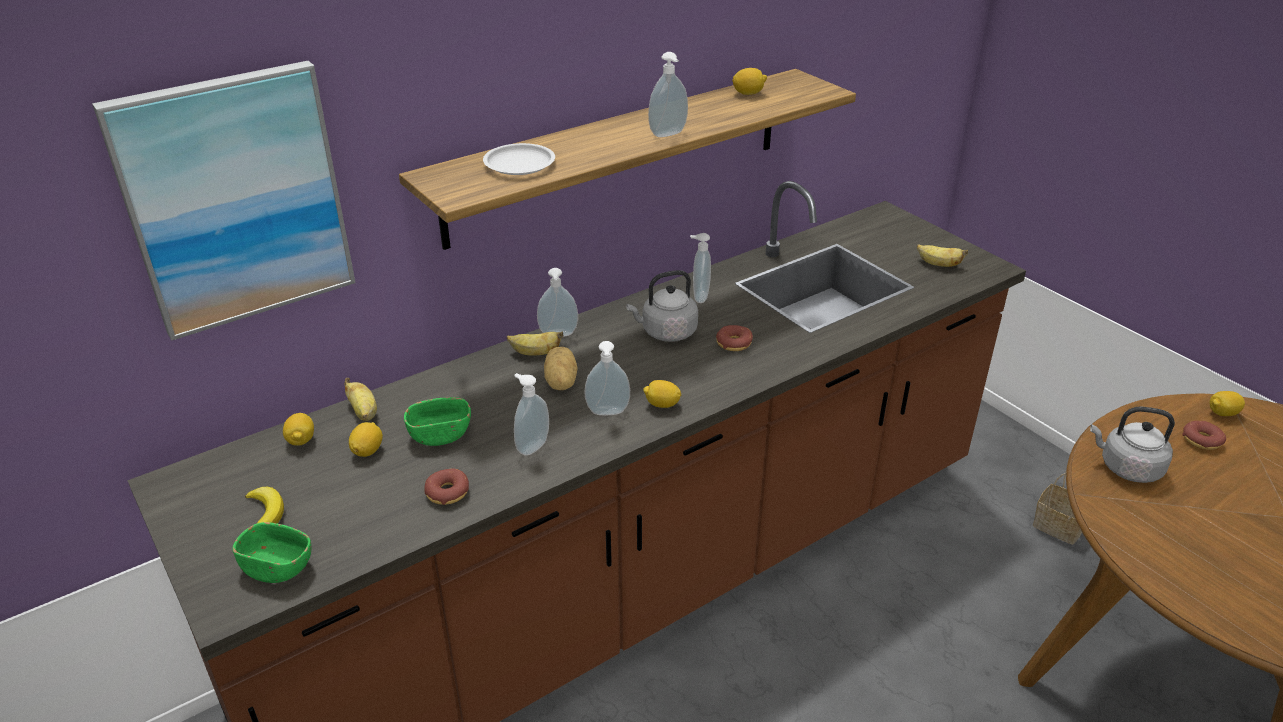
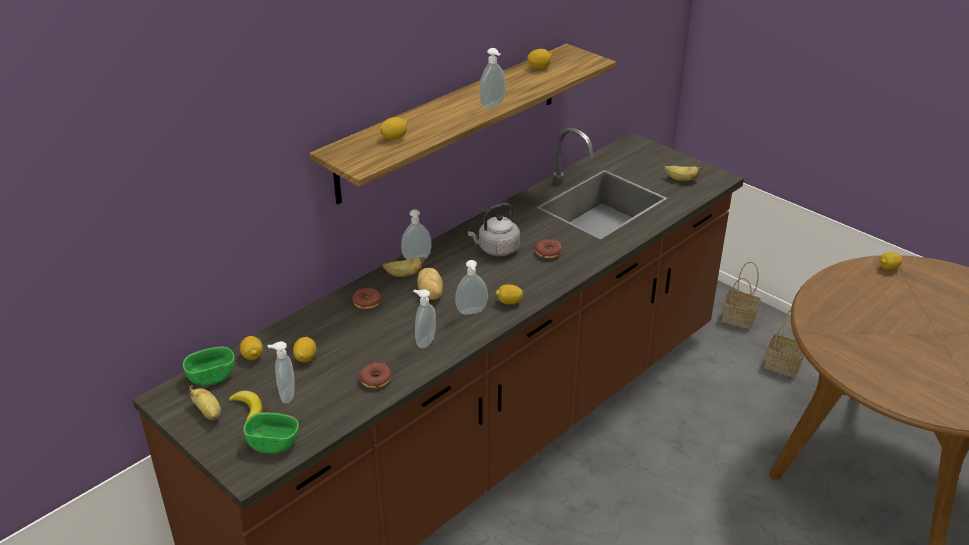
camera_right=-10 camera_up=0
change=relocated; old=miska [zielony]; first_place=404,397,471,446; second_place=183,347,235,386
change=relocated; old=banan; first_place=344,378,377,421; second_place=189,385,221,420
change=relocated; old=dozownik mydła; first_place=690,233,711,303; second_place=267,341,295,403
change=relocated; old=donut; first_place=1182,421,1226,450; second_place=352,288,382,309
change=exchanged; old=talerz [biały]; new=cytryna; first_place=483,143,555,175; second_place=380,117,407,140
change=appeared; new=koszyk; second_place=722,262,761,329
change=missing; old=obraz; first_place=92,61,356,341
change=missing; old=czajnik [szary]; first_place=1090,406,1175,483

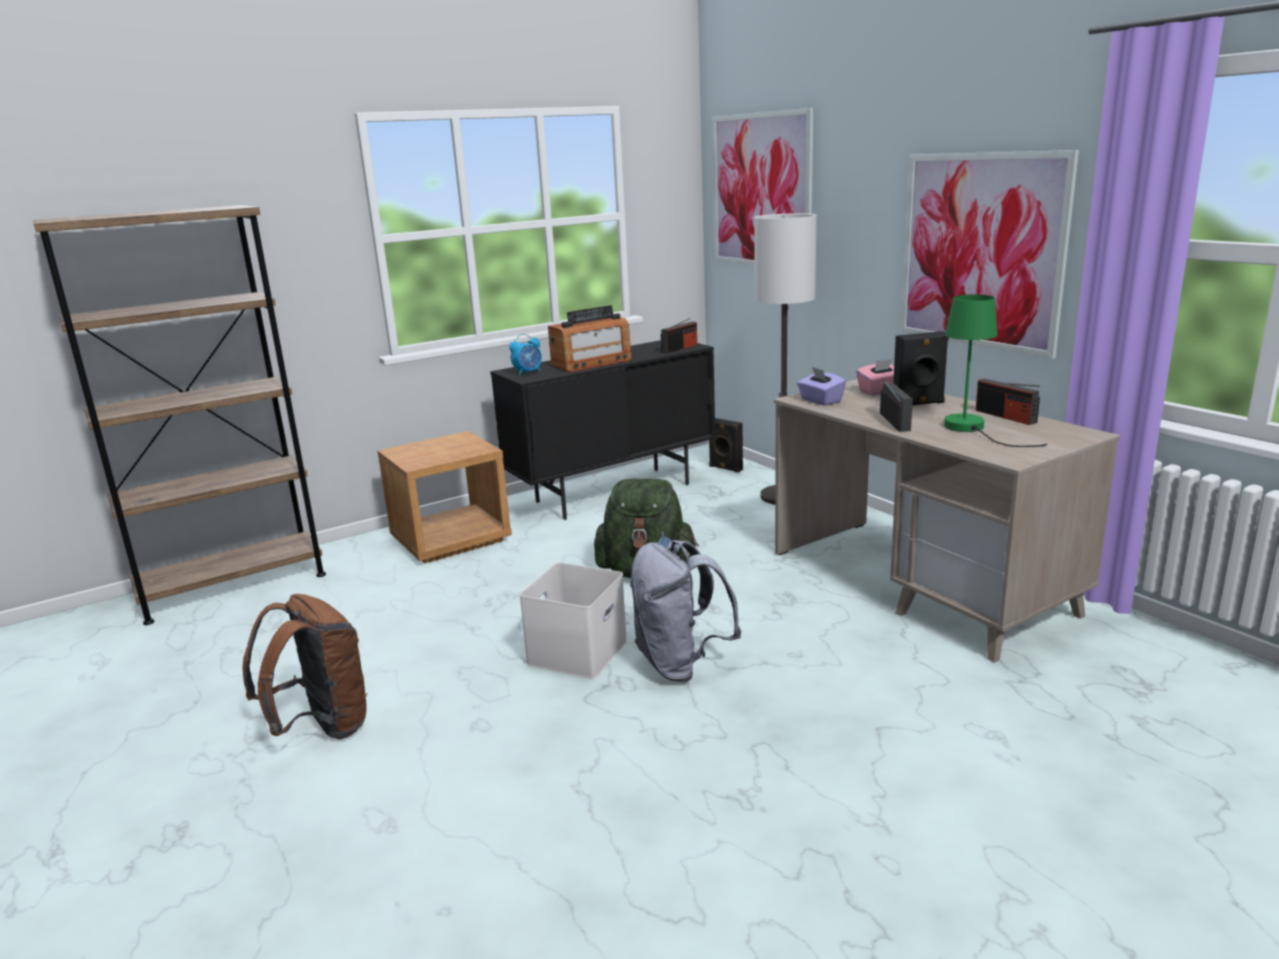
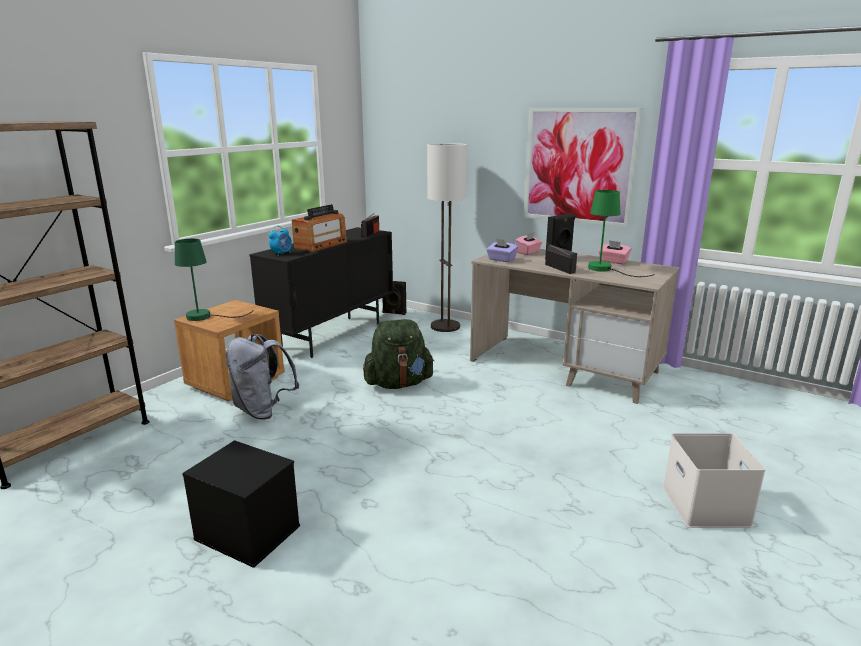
camera_right=-25 camera_up=0
change=appeared; new=lampa stołowa [zielony]; second_place=175,239,254,321
change=exchanged; old=plecak [brązowy]; new=pojemnik do przechowywania [czarny]; first_place=243,594,368,739; second_place=182,440,300,568
change=relocated; old=plecak [szary]; first_place=630,540,741,682; second_place=226,334,299,419
change=exchanged; old=radio; new=pudełko chusteczek [różowy]; first_place=975,378,1040,425; second_place=599,240,631,264
change=relocated; old=pojemnik do przechowywania [biały]; first_place=519,562,627,679; second_place=663,433,766,528
change=missing; old=obraz; first_place=712,108,814,266

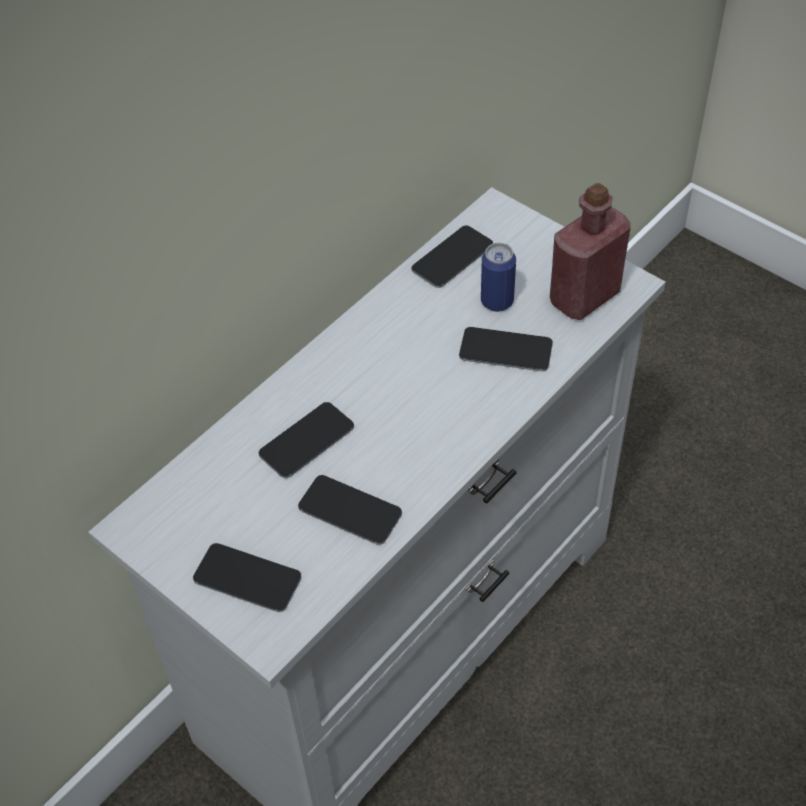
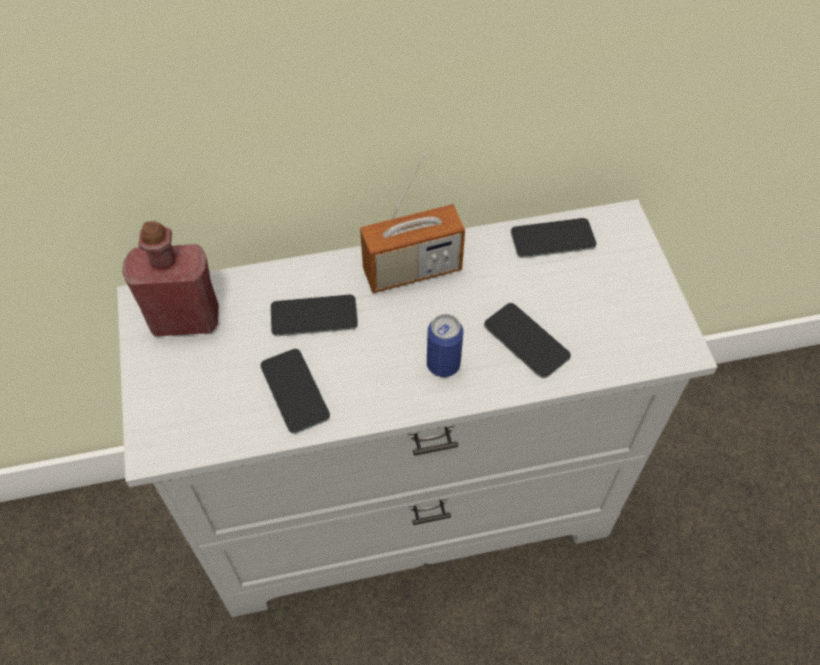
camera_right=35 camera_up=5
change=relocated; old=butelka [czerwony]; first_place=550,183,631,320; second_place=122,221,219,337
change=appeared; new=radio; second_place=360,154,465,293
change=relocated; old=puszka; first_place=481,243,516,312; second_place=427,314,463,377
change=missing; old=telefon; first_place=193,543,301,612

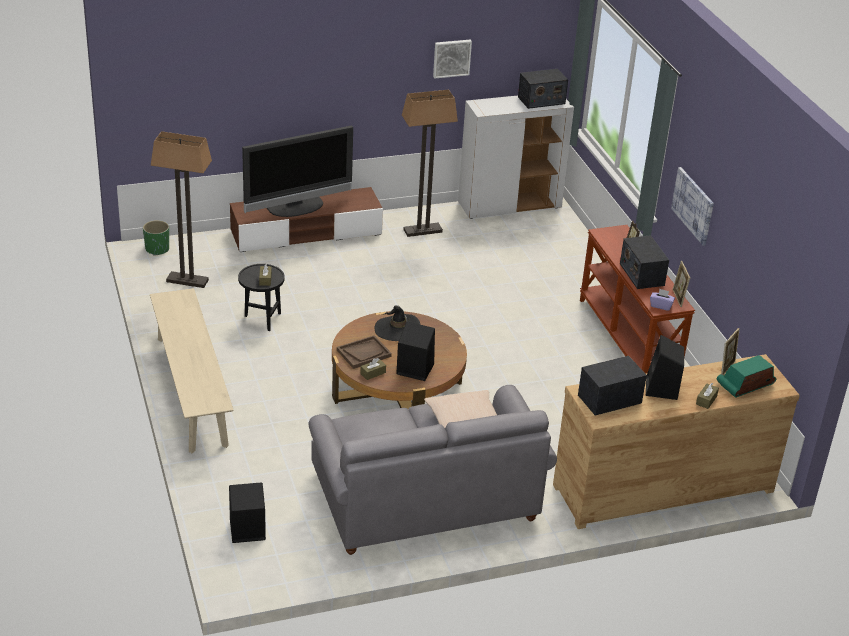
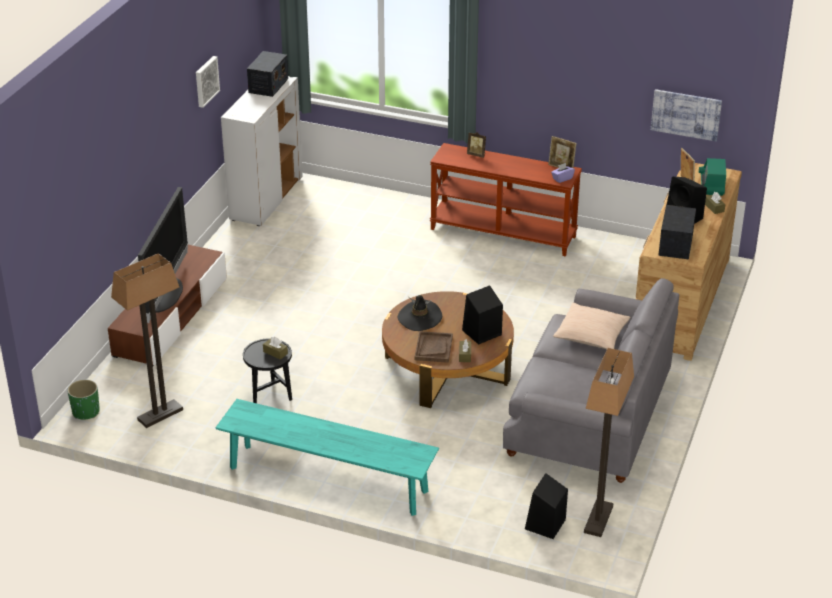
camera_right=-50 camera_up=0
change=colour; old=ławka [beżowy]; new=ławka [turkusowy]; first_place=150,288,233,453; second_place=215,399,439,516
change=relocated; old=lampa stojąca; first_place=402,90,458,237; second_place=584,348,634,537
change=relocated; old=obraz; first_place=671,167,714,246; second_place=651,89,722,141
change=missing; old=radio; first_place=620,235,669,289

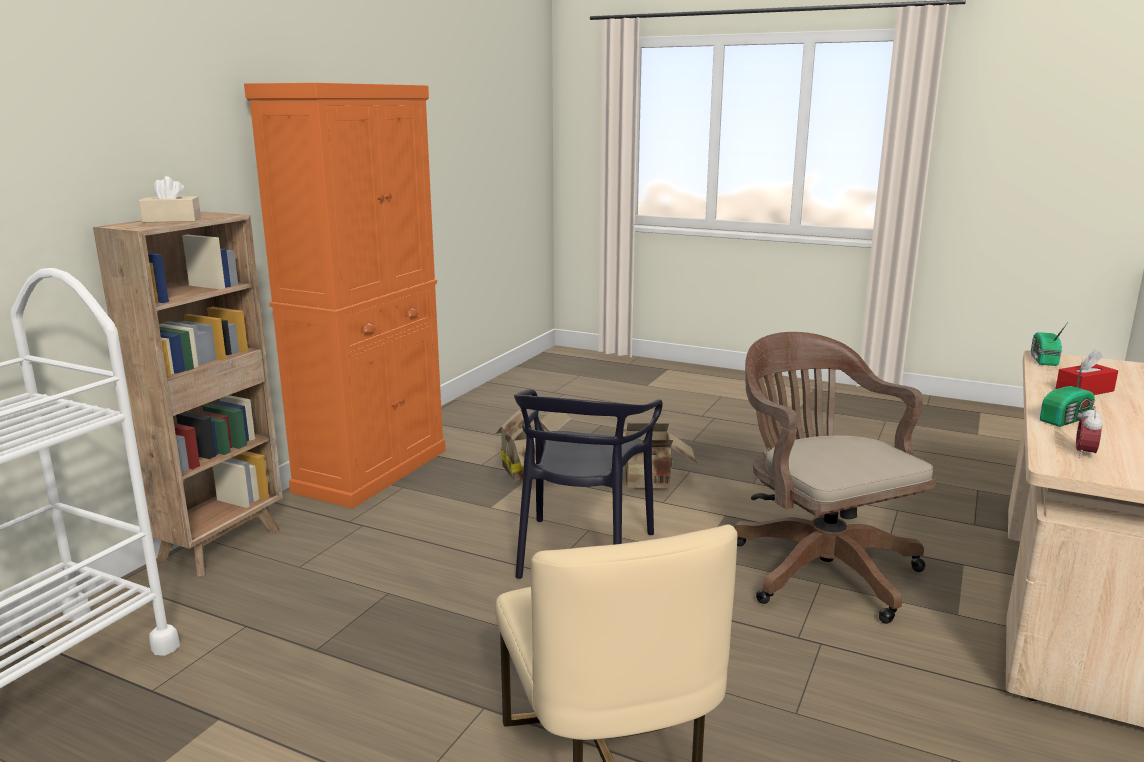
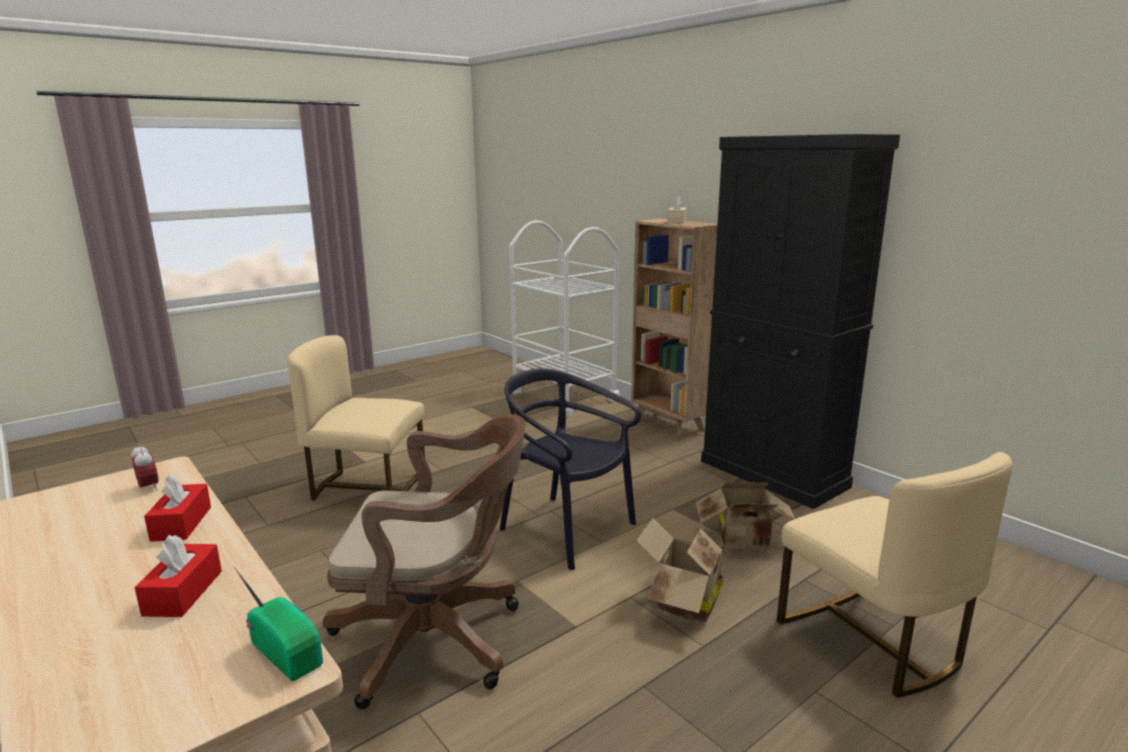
camera_right=115 camera_up=0
change=exchanged; old=radio; new=pudełko chusteczek [czerwony]; first_place=1040,358,1095,427; second_place=144,473,211,542
change=colour; old=szafka [pomarańczowy]; new=szafka [czarny]; first_place=244,83,446,509; second_place=701,134,900,509
change=appeared; new=krzesło [beżowy]; second_place=777,452,1013,698

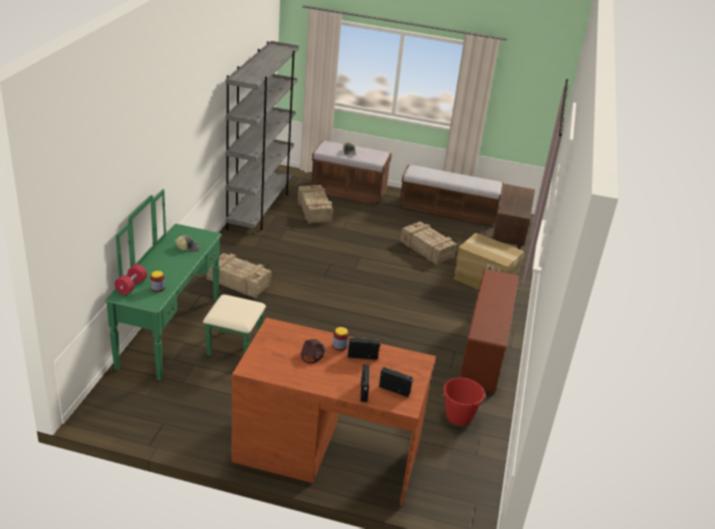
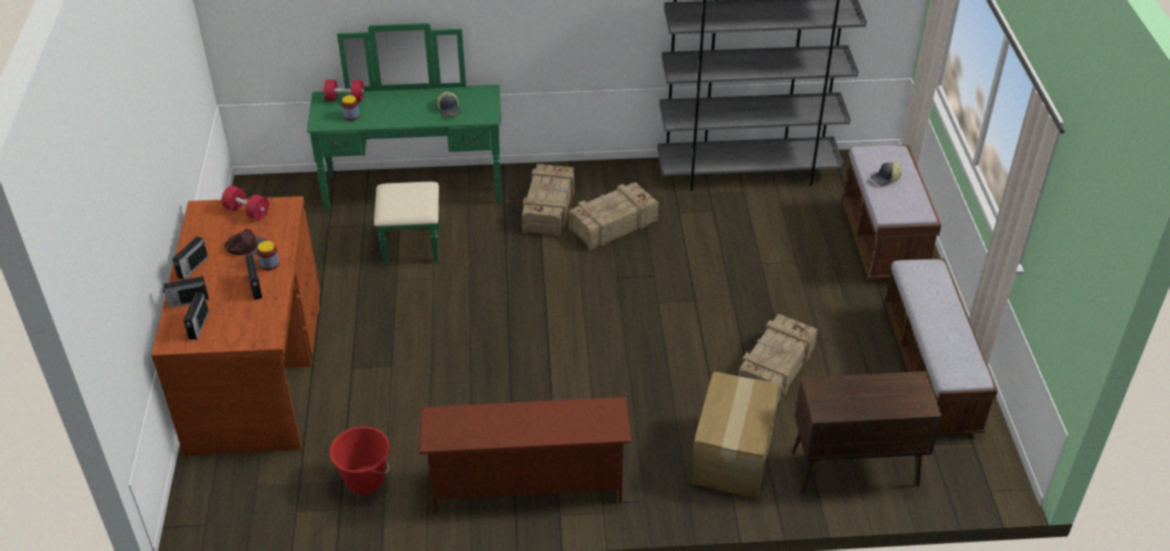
camera_right=75 camera_up=10
change=appeared; new=radio; second_place=172,236,208,280
change=appeared; new=hantel [czerwony]; second_place=221,185,269,220
change=relocated; old=skrzynka; first_place=298,185,333,224; second_place=569,182,658,251

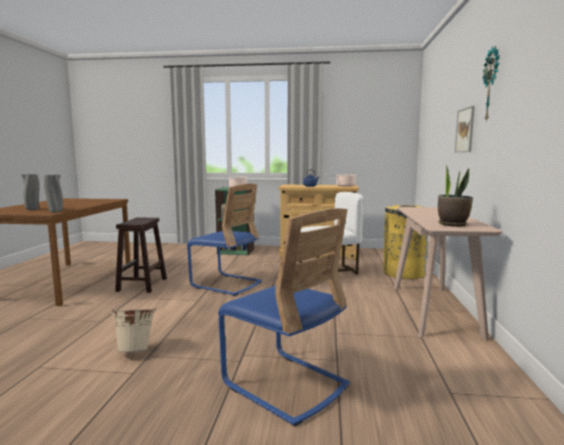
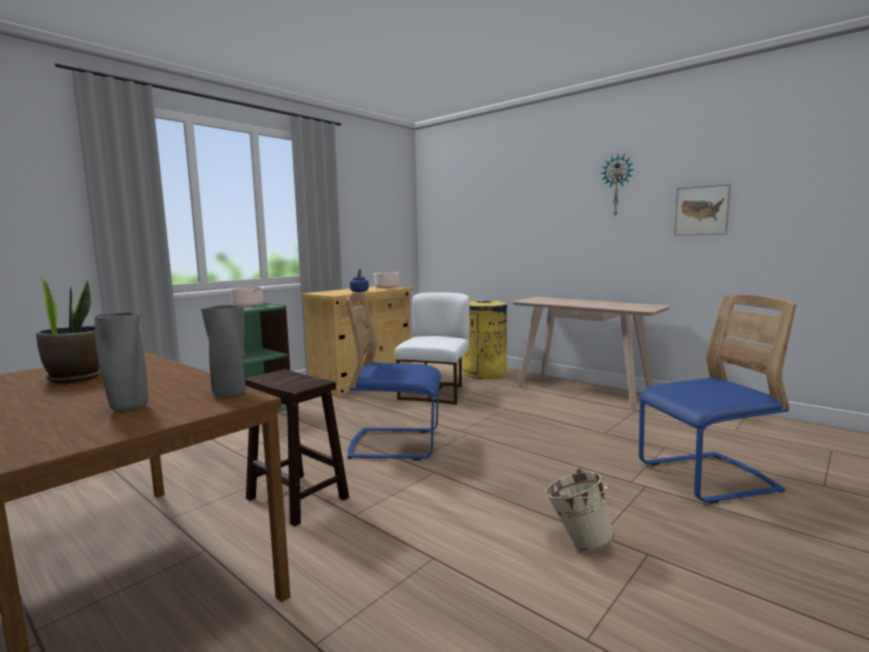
camera_right=-55 camera_up=0
change=relocated; old=roślina doniczkowa; first_place=438,164,473,227; second_place=36,276,101,383
change=spun; old=krzesło [niebieski]; first_place=187,184,262,296; second_place=346,292,441,460; degrees=-150
change=relocated; old=obraz; first_place=455,106,475,152; second_place=674,184,731,236

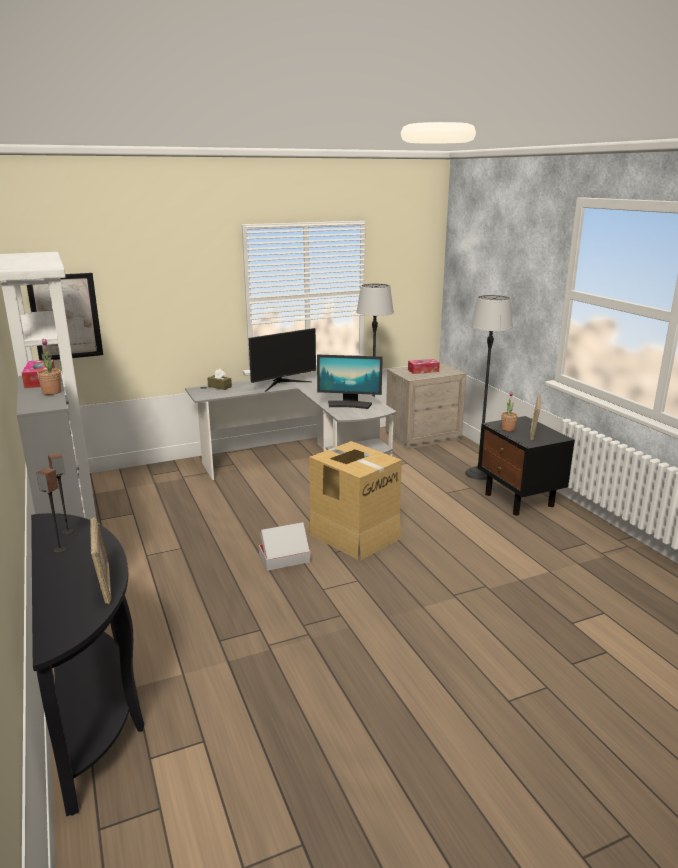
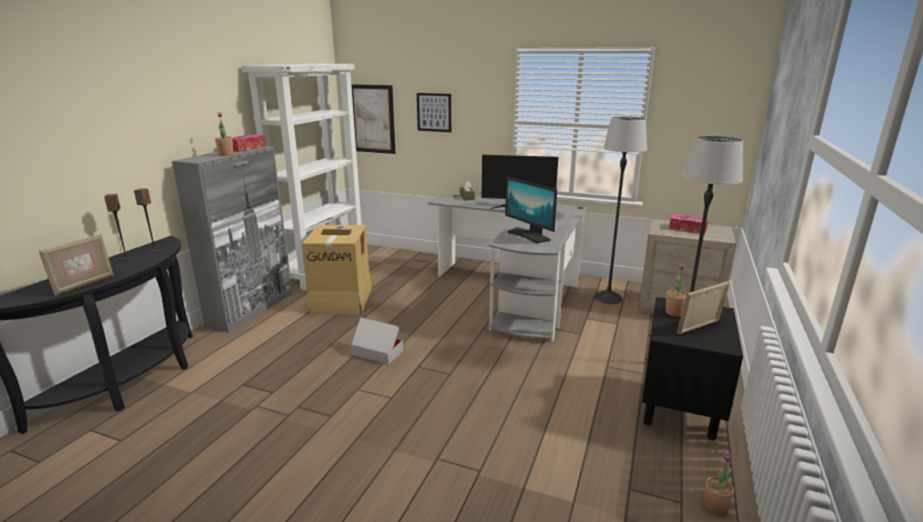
camera_right=45 camera_up=0
change=relocated; old=karton; first_place=309,441,402,560; second_place=302,225,372,314
change=appeared; new=obraz; second_place=417,93,451,132
change=appeared; new=roślina doniczkowa; second_place=704,454,734,514

